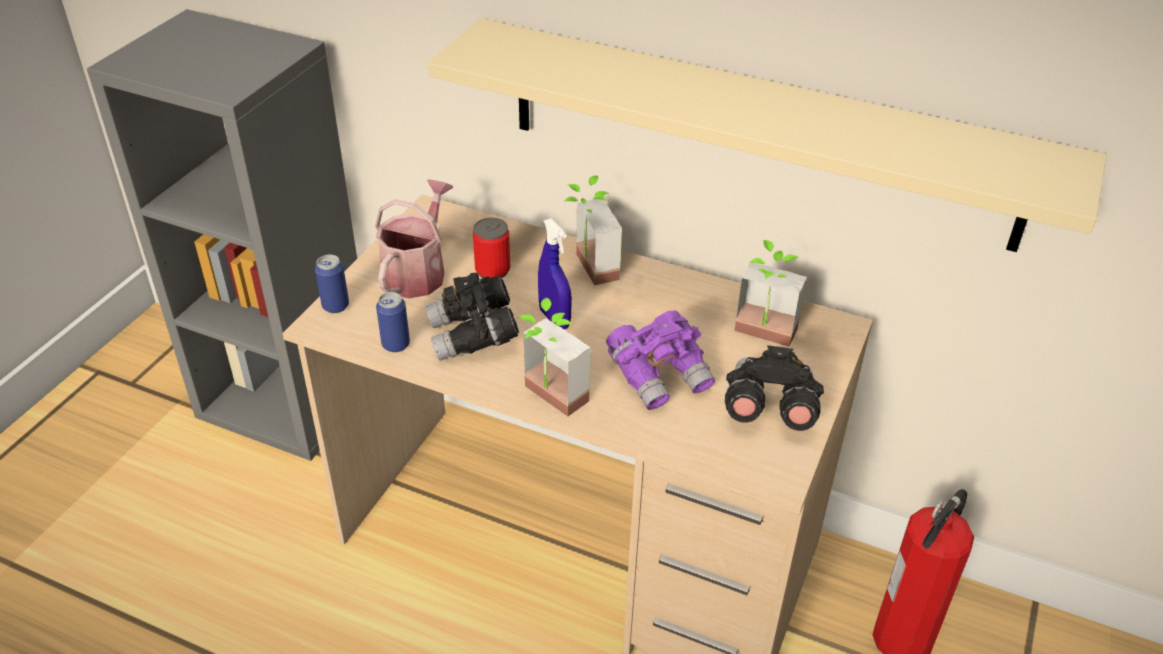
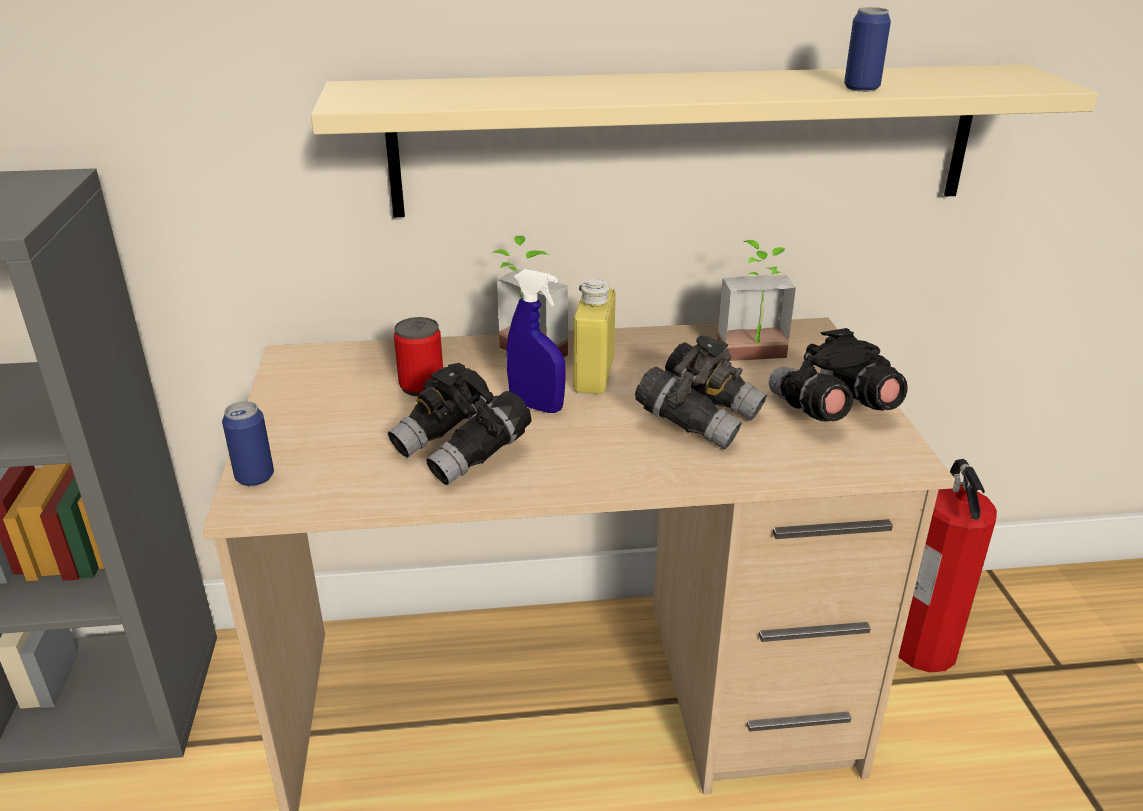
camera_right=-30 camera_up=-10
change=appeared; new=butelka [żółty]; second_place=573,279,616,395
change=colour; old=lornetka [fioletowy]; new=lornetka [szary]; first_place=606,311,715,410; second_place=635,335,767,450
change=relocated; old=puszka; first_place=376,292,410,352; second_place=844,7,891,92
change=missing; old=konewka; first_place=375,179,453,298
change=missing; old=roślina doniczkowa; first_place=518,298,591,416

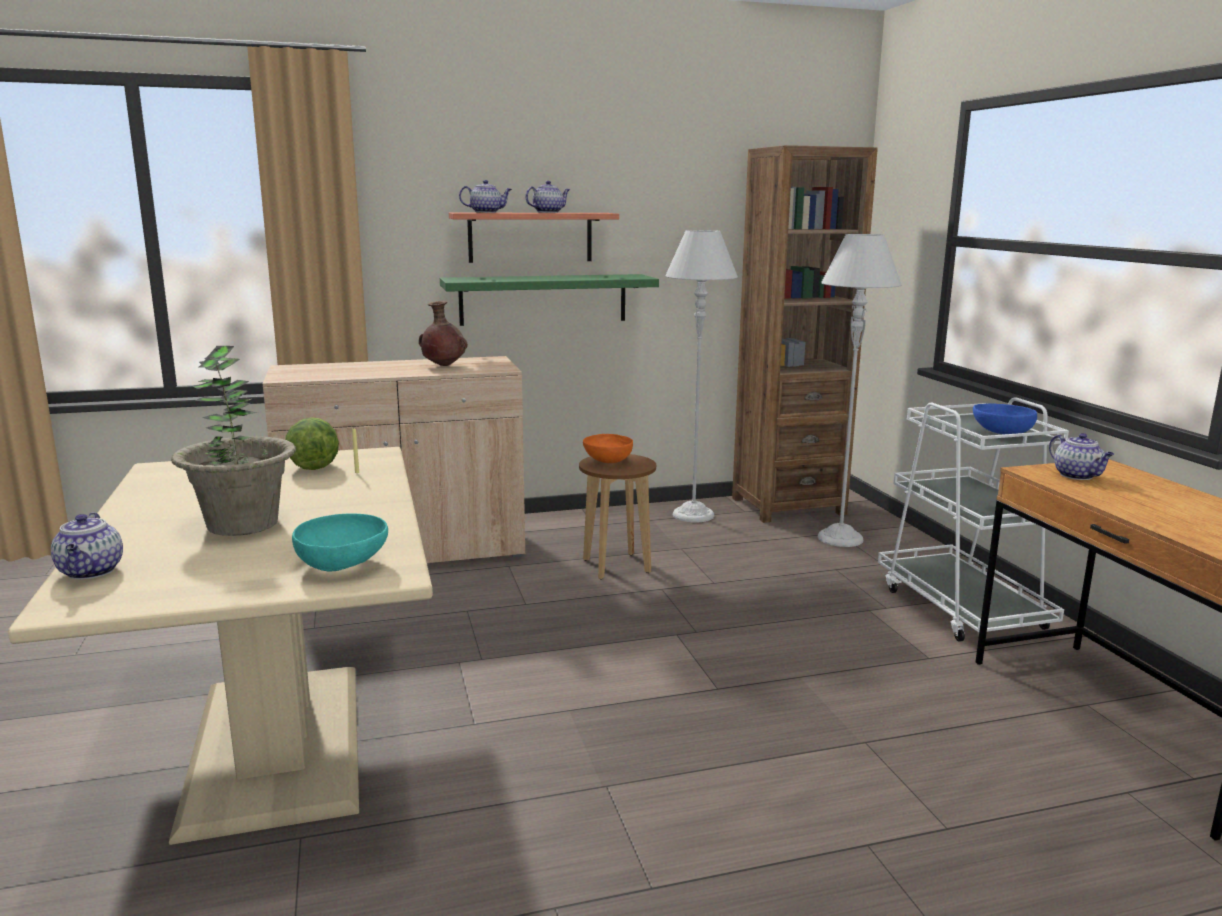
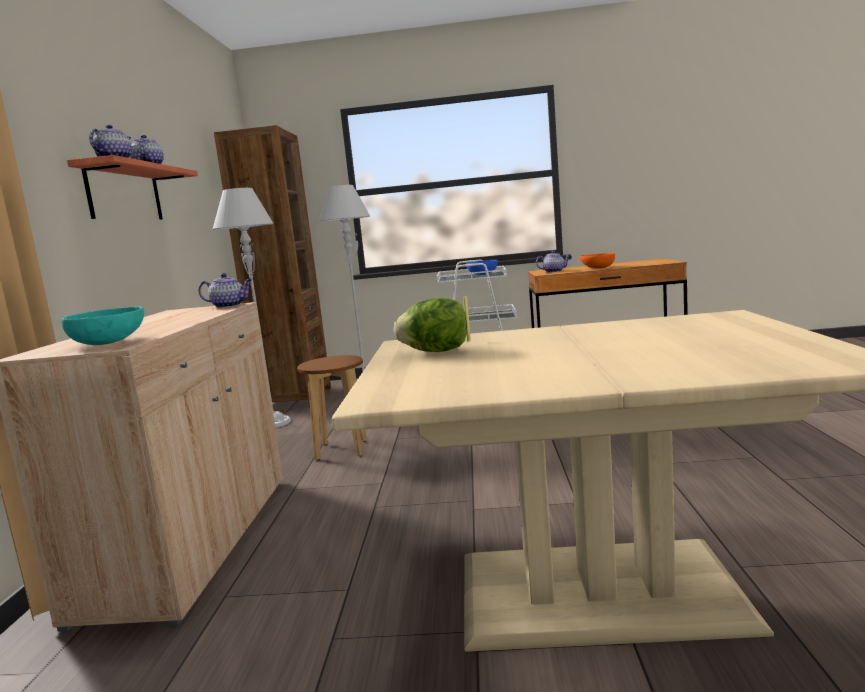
camera_right=-70 camera_up=-5
change=relocated; old=miska [turkusowy]; first_place=292,513,388,571; second_place=61,306,145,345
change=relocated; old=imbryk; first_place=51,512,123,579; second_place=198,273,252,308
change=relocated; old=miska [pomarańczowy]; first_place=583,434,633,463; second_place=580,253,615,269
change=missing; old=roślina doniczkowa; first_place=171,346,296,536
change=missing; old=wazon [brązowy]; first_place=419,301,468,366
change=missing; old=półka [zielony]; first_place=440,274,659,326

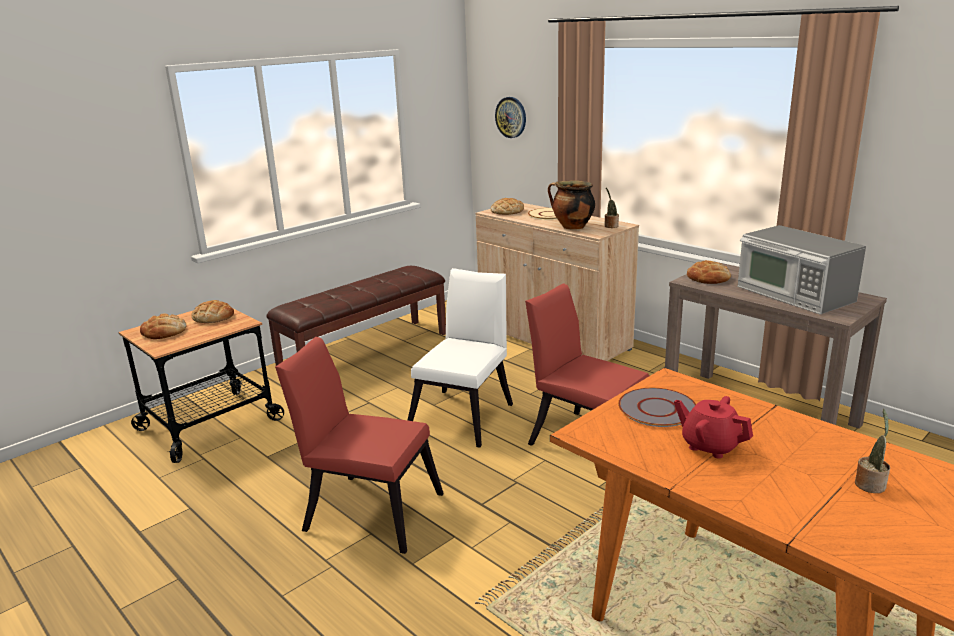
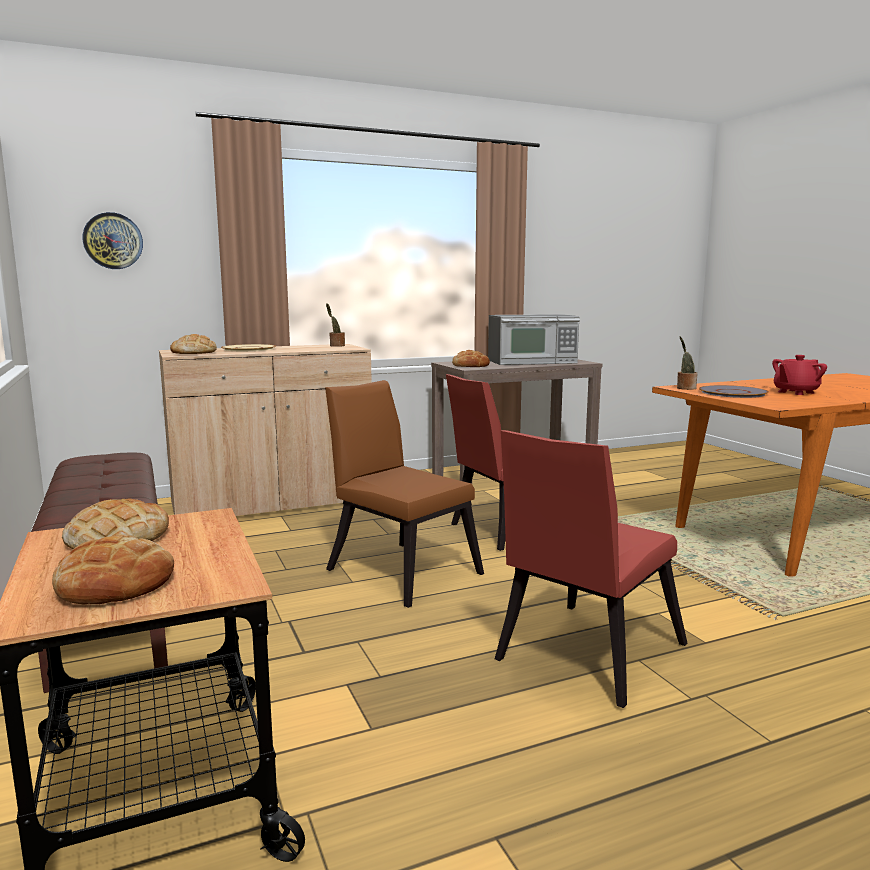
camera_right=-70 camera_up=-10
change=colour; old=krzesło [biały]; new=krzesło [brązowy]; first_place=408,268,513,448; second_place=325,380,484,608
change=relocated; old=roślina doniczkowa; first_place=855,409,890,493; second_place=677,336,698,390
change=missing; old=garnek; first_place=548,180,595,230

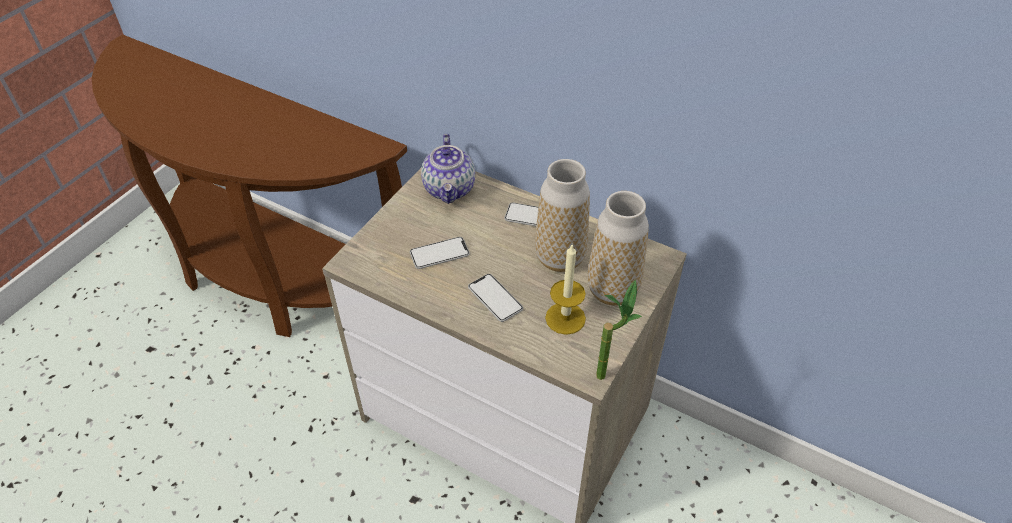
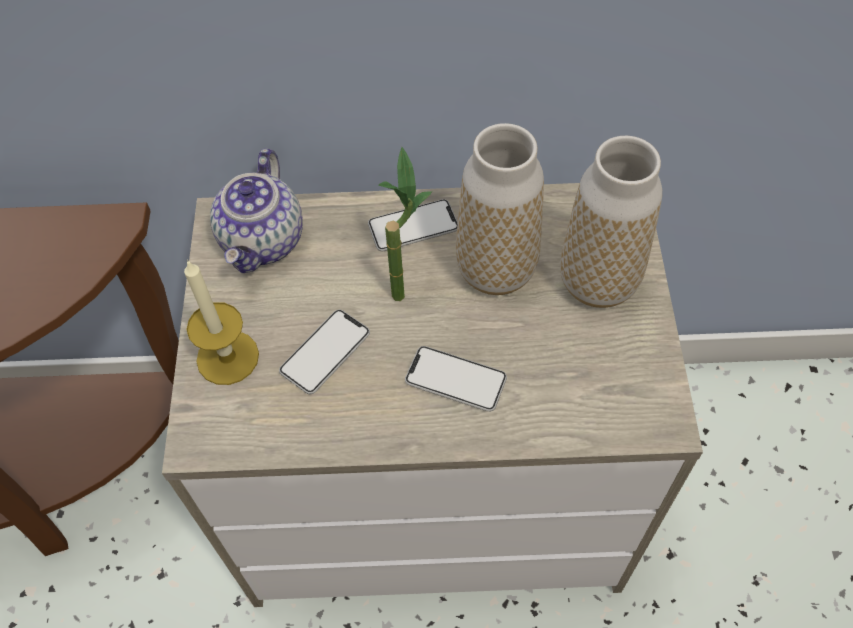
camera_right=-30 camera_up=10
change=relocated; old=świeca; first_place=545,245,586,335; second_place=184,259,259,385
change=spun; old=imbryk; first_place=421,134,475,204; second_place=210,149,303,273; degrees=45
change=relocated; old=roślina doniczkowa; first_place=596,280,642,380; second_place=378,147,432,301

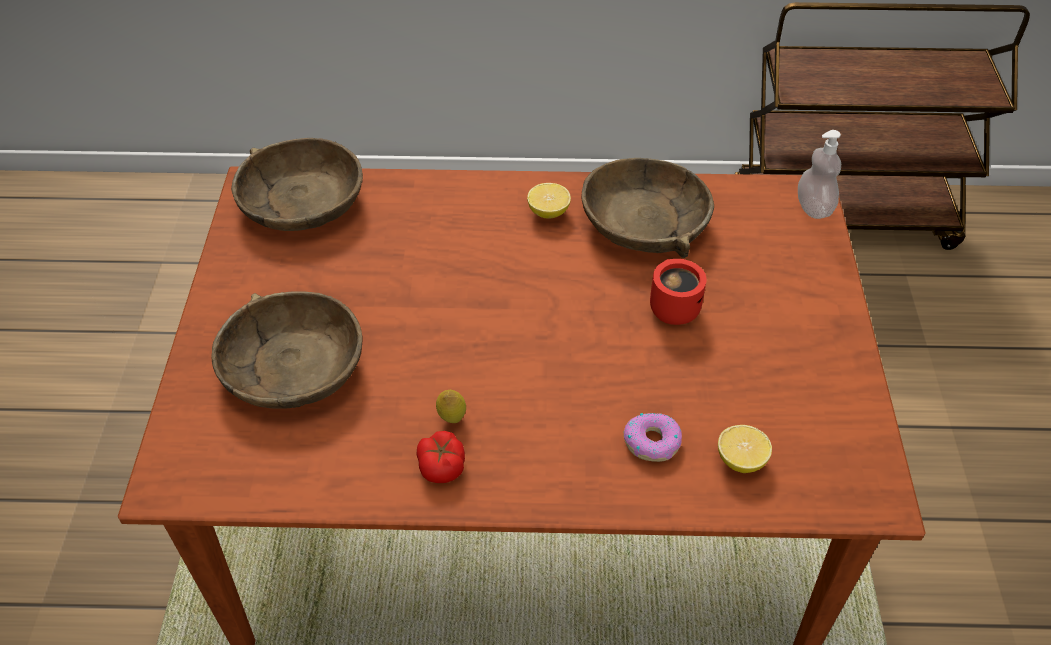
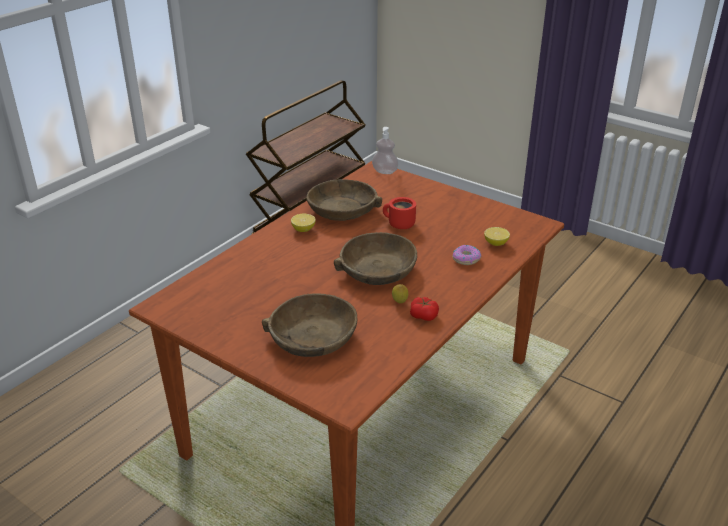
camera_right=-55 camera_up=-15
change=relocated; old=miska [brązowy]; first_place=231,138,363,231; second_place=334,232,417,285

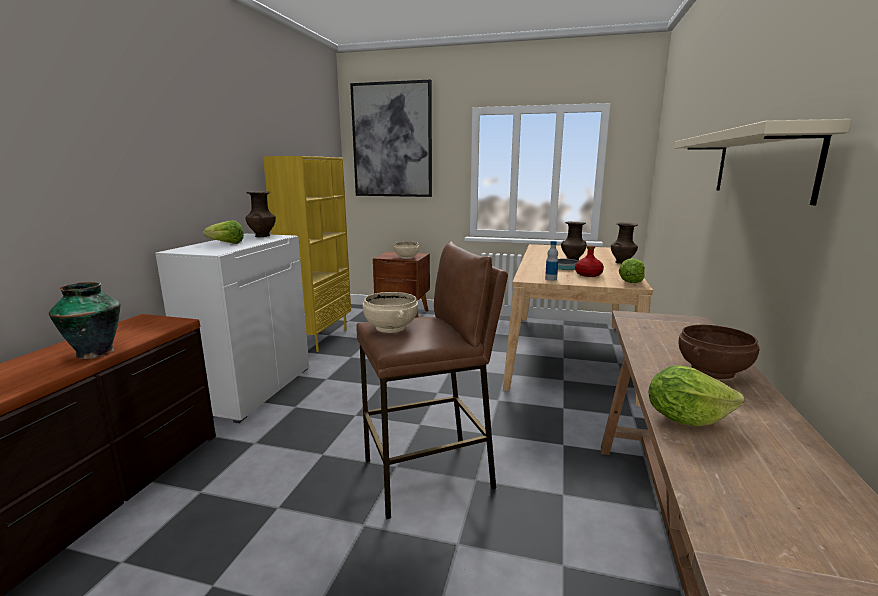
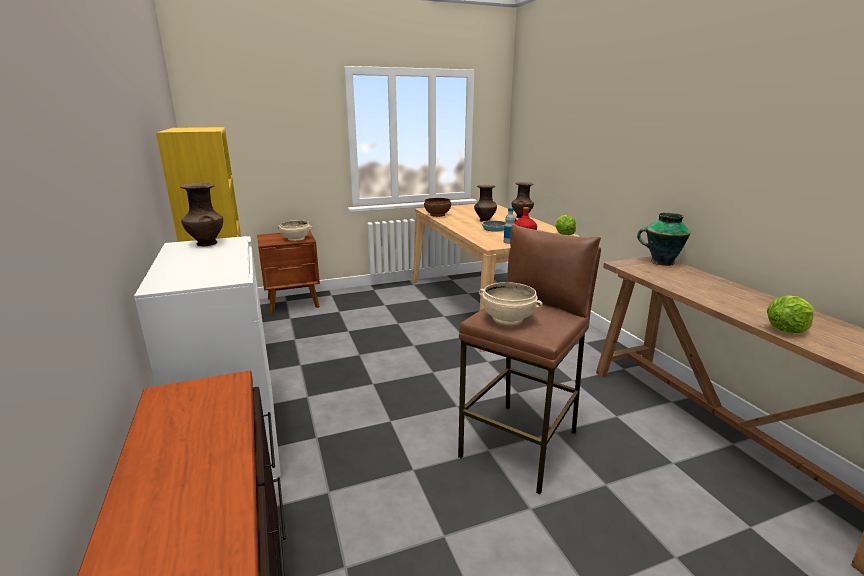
camera_right=-35 camera_up=5
change=relocated; old=miska [brązowy]; first_place=679,325,759,379; second_place=424,198,451,217
change=relocated; old=wazon; first_place=49,282,120,359; second_place=637,213,691,266
change=missing; old=sałata; first_place=203,220,244,244
change=missing; old=obraz; first_place=350,79,432,197
change=missing; old=półka [beżowy]; first_place=675,119,852,205

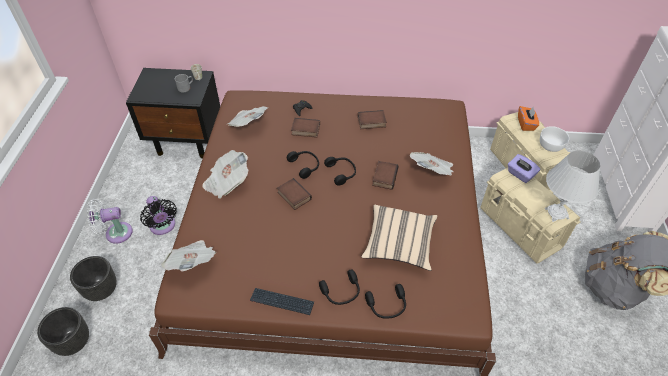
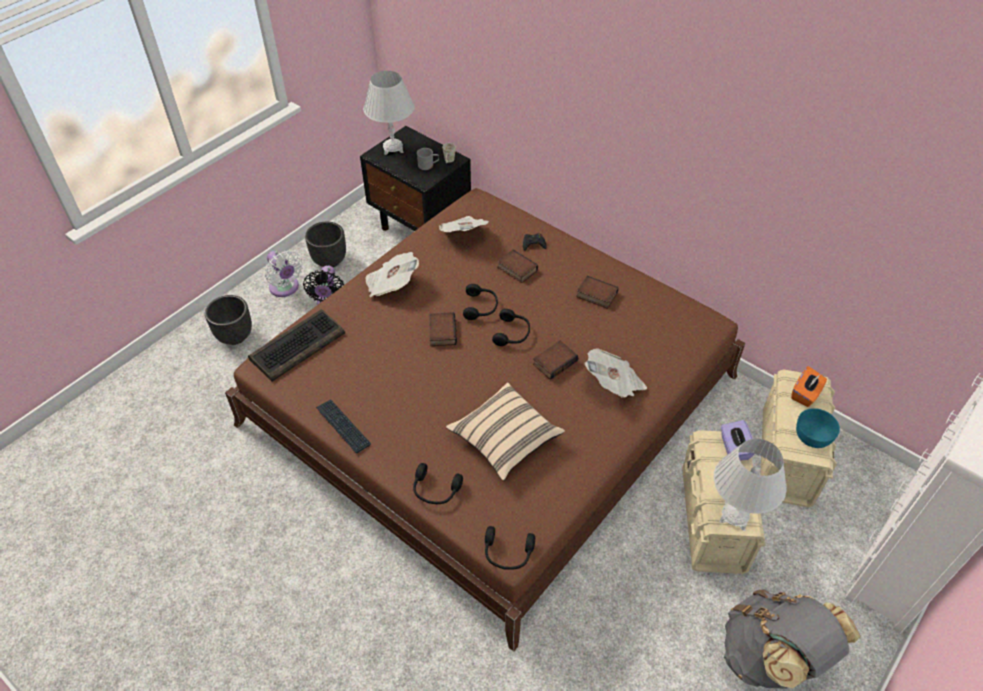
camera_right=35 camera_up=0
change=exchanged; old=gazeta; new=klawiatura; first_place=161,240,216,272; second_place=248,309,345,381
change=spun; old=wentylator [biały]; first_place=87,199,133,244; second_place=265,251,303,297; degrees=-150
change=relocated; old=donica [czarny]; first_place=37,307,89,356; second_place=305,221,346,267
change=appeared; new=lampa stołowa [biały]; second_place=363,71,415,155
change=relocated; old=słuchawki [czarny]; first_place=319,269,360,305; second_place=485,526,535,570
change=colour; old=miska [biały]; new=miska [turkusowy]; first_place=540,126,569,152; second_place=796,408,840,448

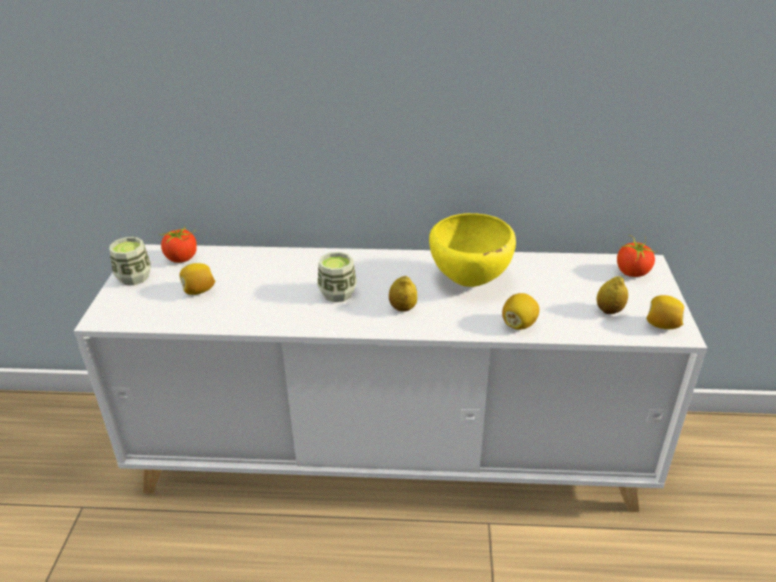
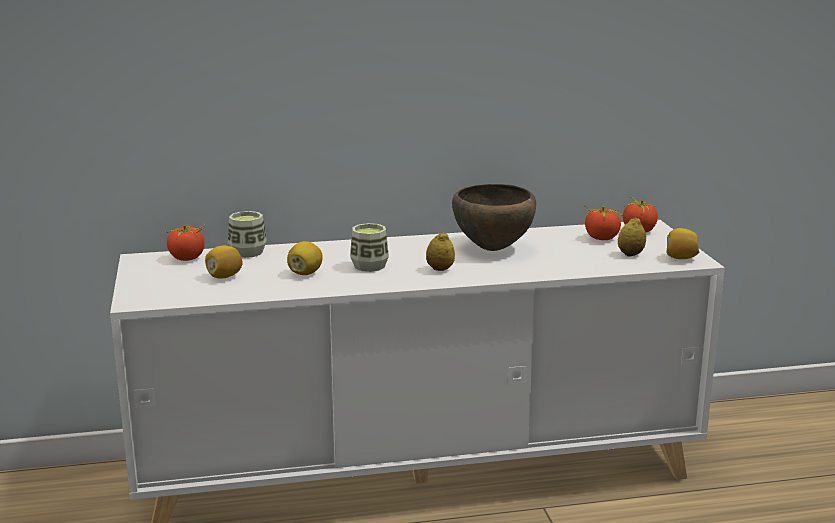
camera_right=-15 camera_up=-15
change=relocated; old=filiżanka; first_place=109,237,151,285; second_place=228,211,267,258
change=relocated; old=cytryna; first_place=502,293,539,330; second_place=287,241,323,275
change=colour; old=miska [żółty]; new=miska [brązowy]; first_place=429,213,516,287; second_place=452,184,536,251
change=appeared; new=pomidor; second_place=584,205,623,240

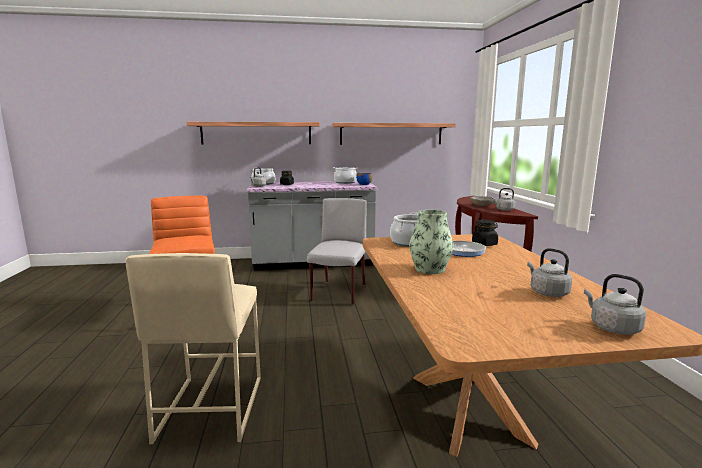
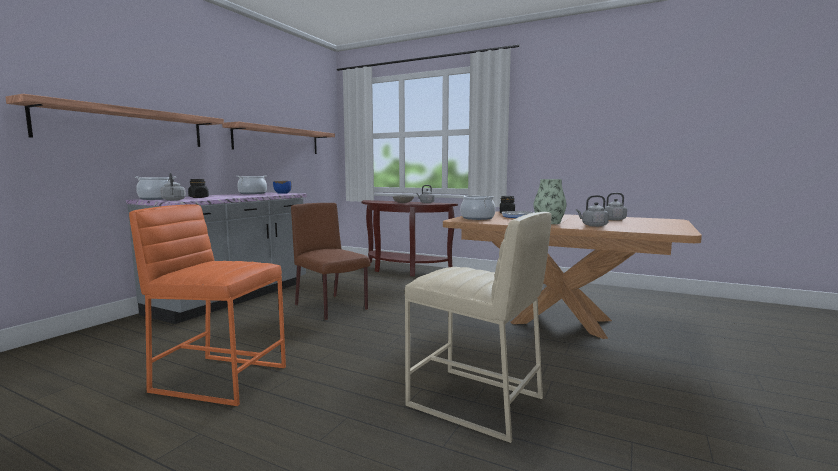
camera_right=-55 camera_up=-5
change=colour; old=krzesło [szary]; new=krzesło [brązowy]; first_place=307,198,367,305; second_place=291,203,370,320
change=relocated; old=czajnik [szary]; first_place=584,274,647,335; second_place=576,195,609,227

